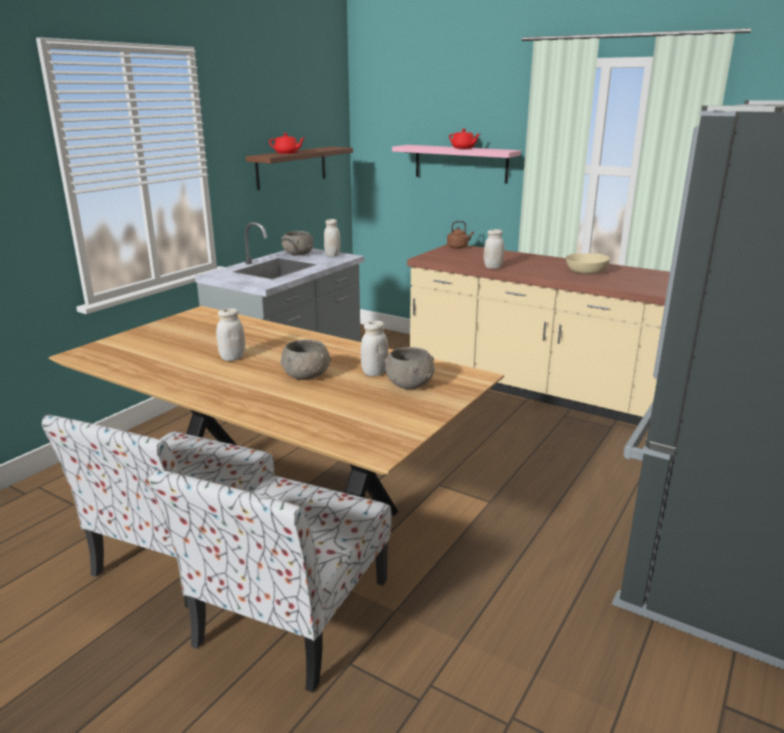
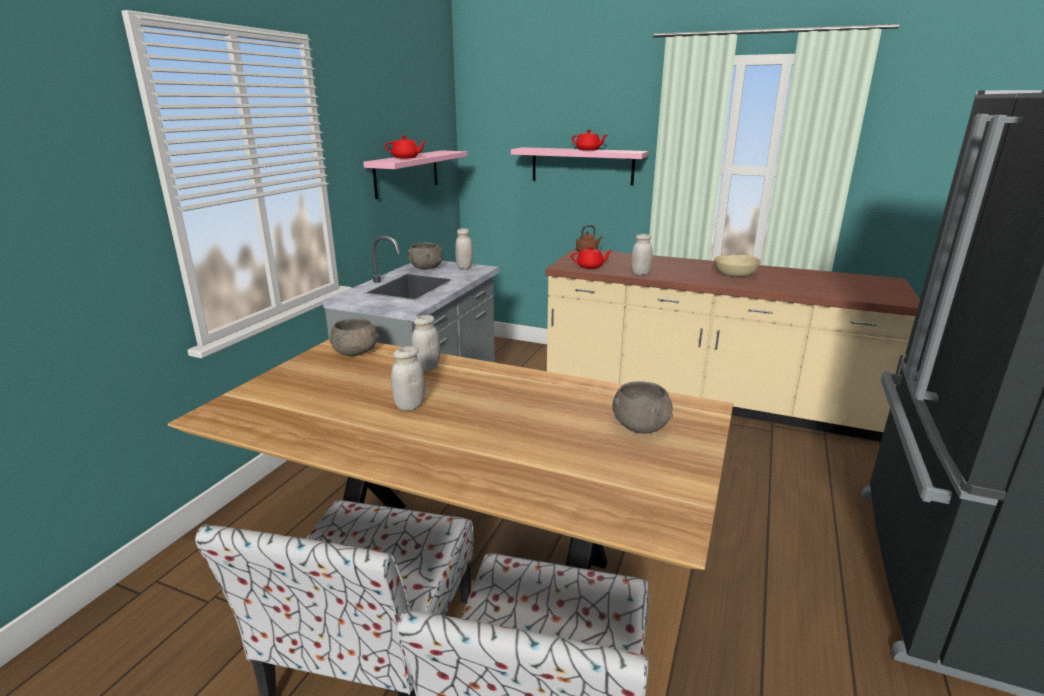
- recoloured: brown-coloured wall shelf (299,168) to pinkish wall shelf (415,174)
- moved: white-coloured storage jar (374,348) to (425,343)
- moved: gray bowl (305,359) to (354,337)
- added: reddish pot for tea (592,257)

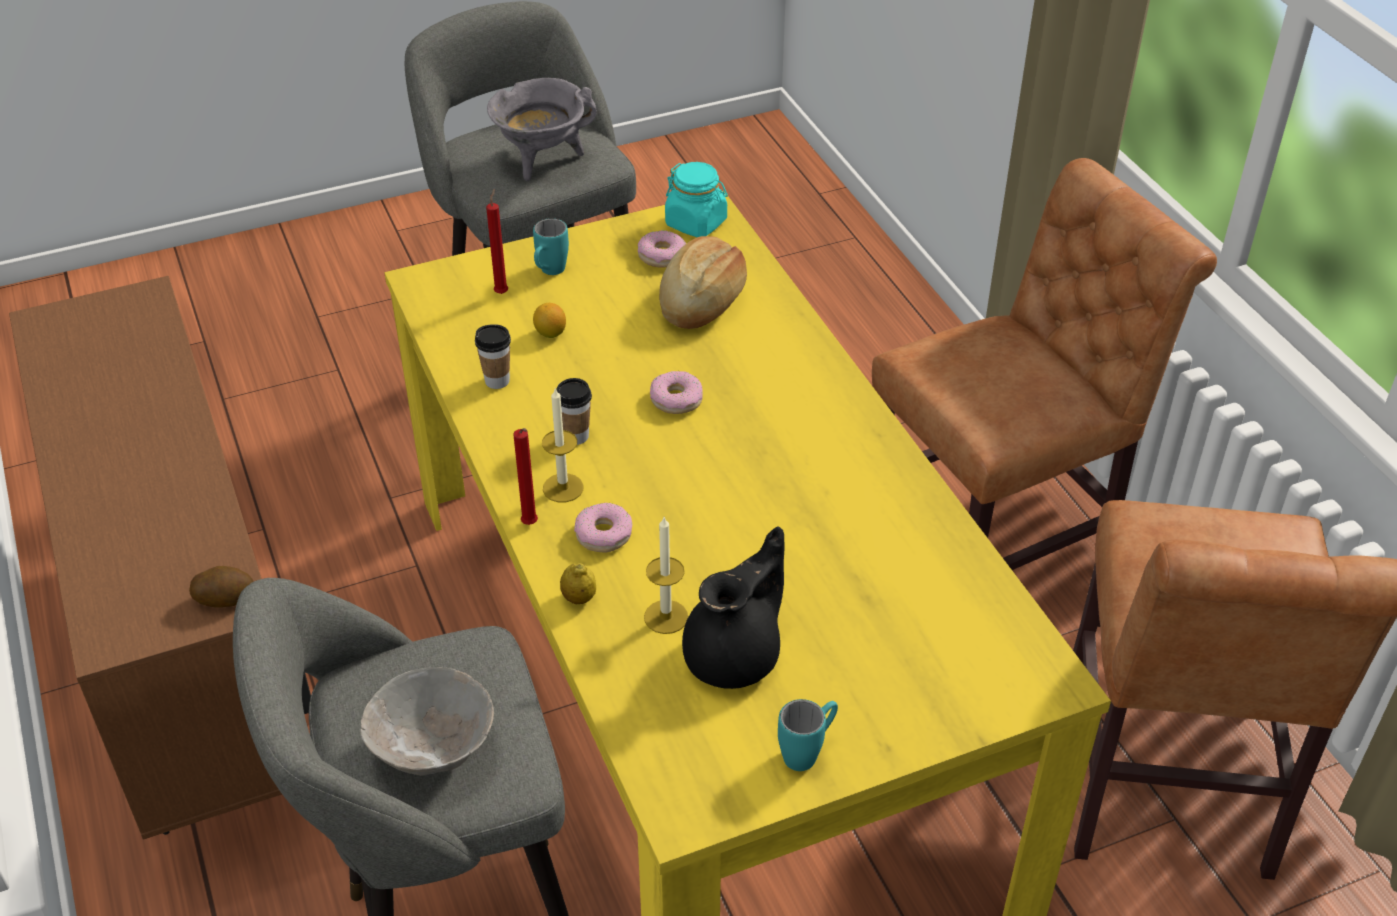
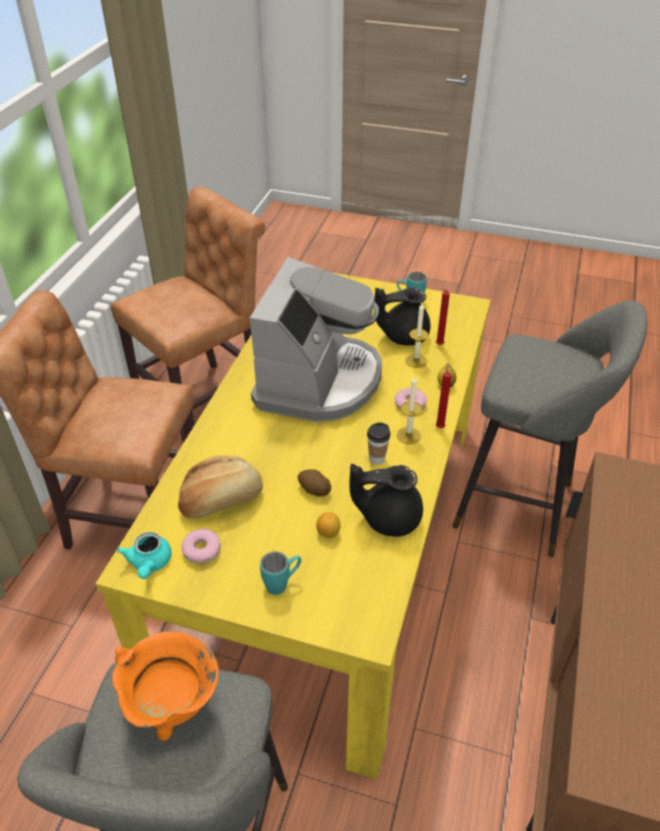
- recoloured: gray stockpot (542,129) to orange-coloured stockpot (165,686)
- replaced: blue-green storage jar (696,199) to blue-green pot for tea (144,555)
- moved: reddish candle (497,241) to (443,317)
- replaced: small cup (493,356) to blackish pot for tea (386,500)
- removed: ring doughnut (676,392)
- moved: potato (221,587) to (314,482)
- removed: gray bowl (427,721)
- added: coffee maker (316,339)

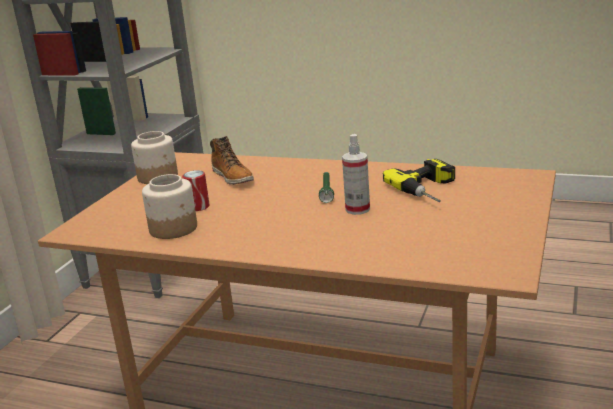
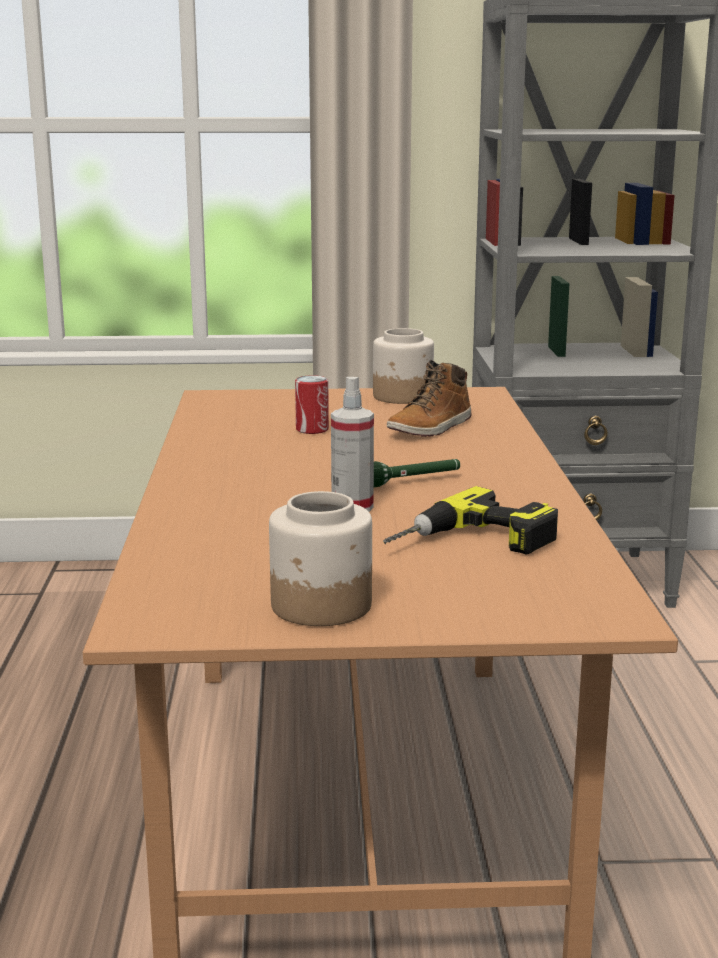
- moved: storage jar (169,206) to (320,558)

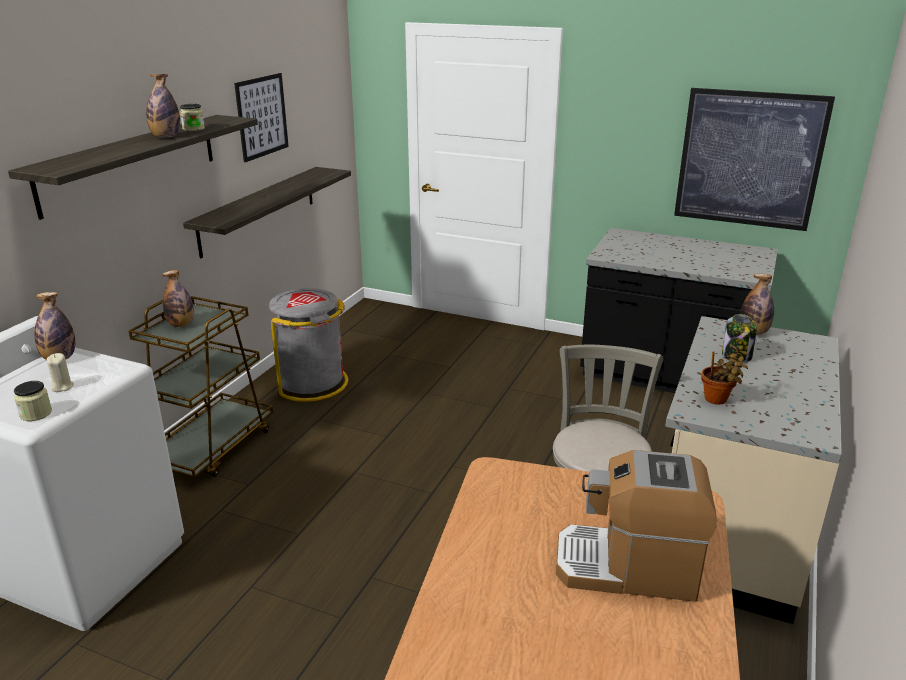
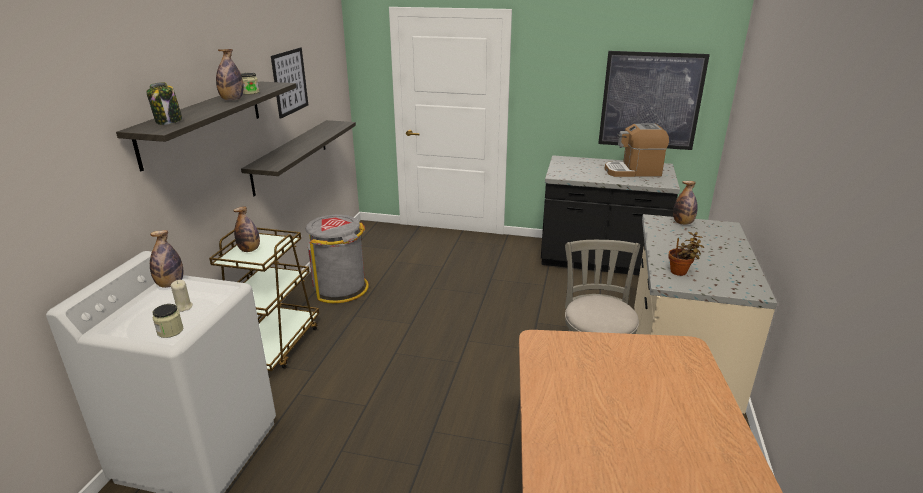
- moved: storage jar (739,338) to (164,103)
- moved: coffee maker (636,526) to (637,150)

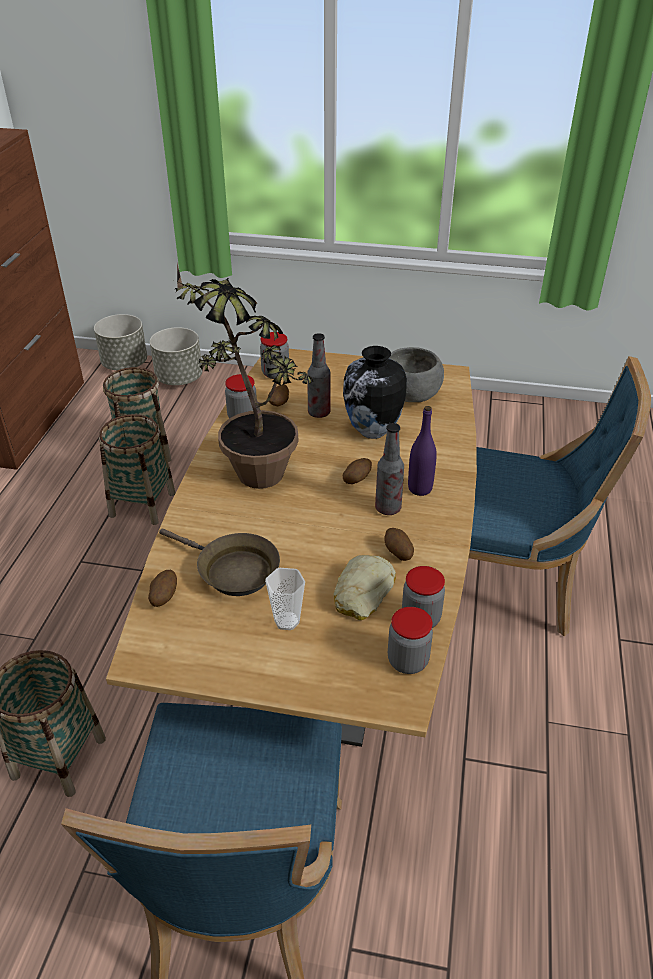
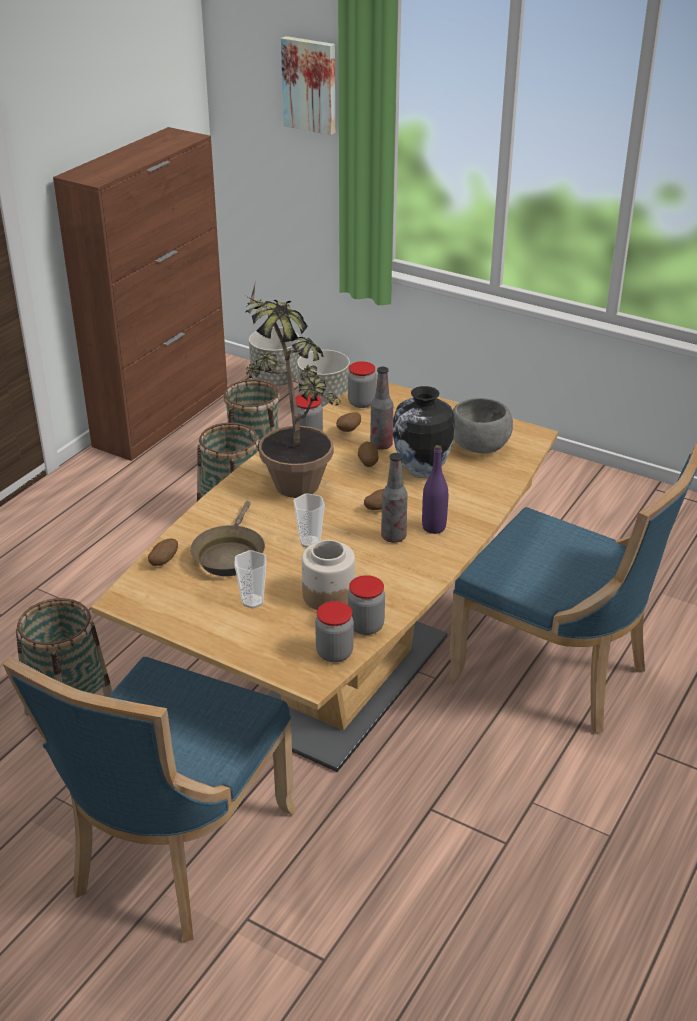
- moved: potato (399,544) to (368,454)
- turned: brown-coloured skillet (219,562) = (227,538) 45 degrees clockwise
- replaced: bread (364,587) to storage jar (328,575)
- added: wall art (308,85)
- added: small cup (309,520)

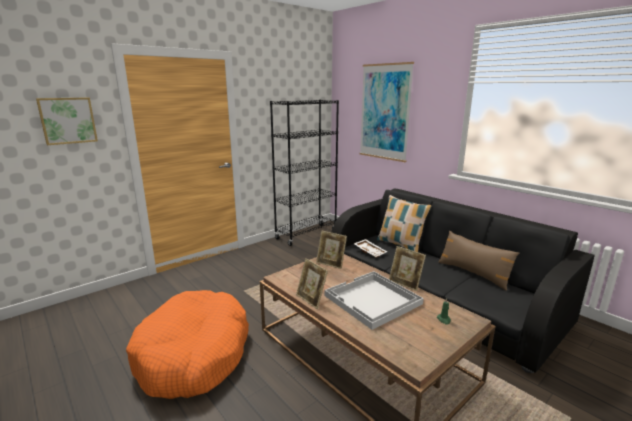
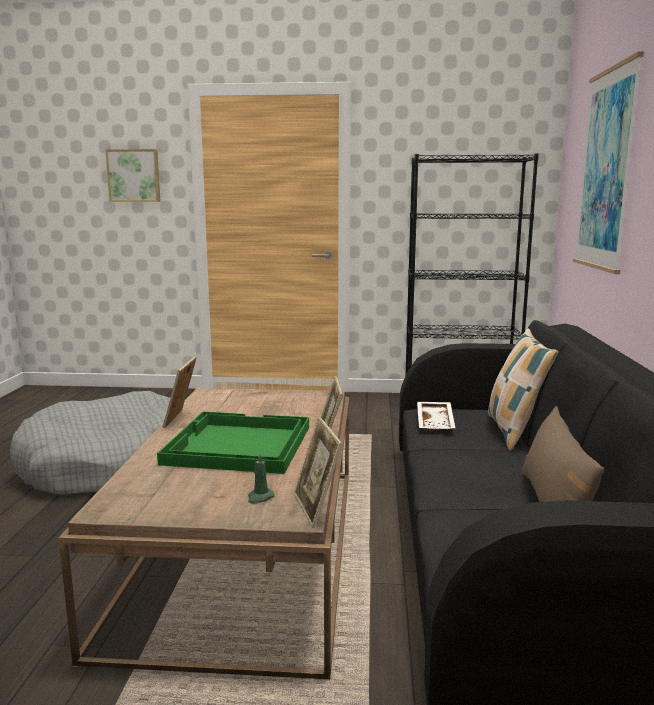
- moved: photo frame (331,249) to (318,472)
- recoloured: white-coloured tray (374,300) to green tray (233,442)
- recoloured: orange-coloured pet bed (187,344) to gray pet bed (90,443)

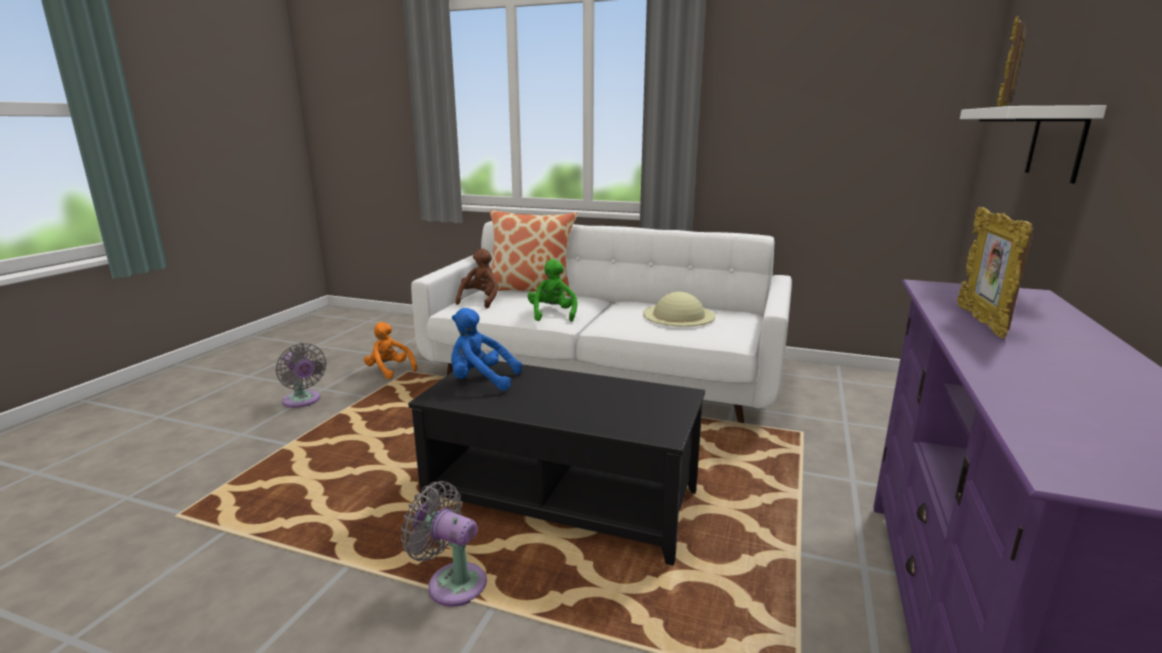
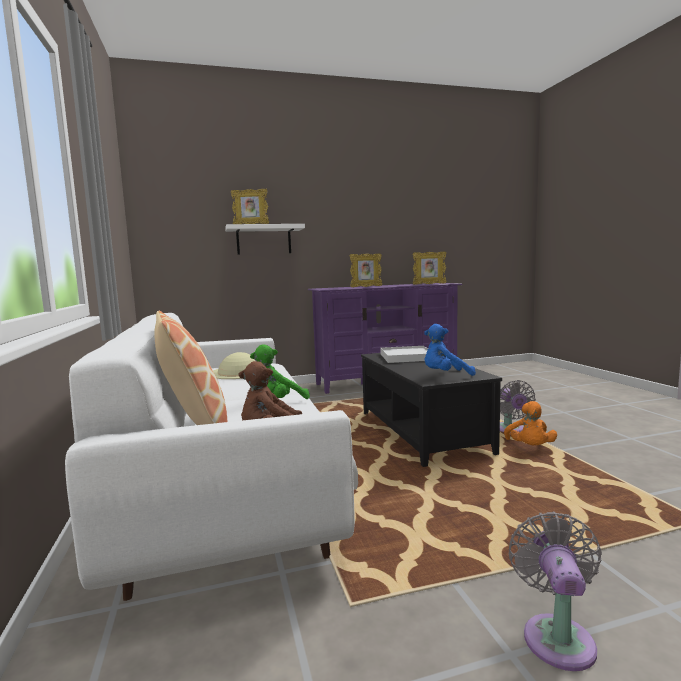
- turned: blue soft toy (486,349) = (450,350) 105 degrees clockwise
- moved: orange-coloured soft toy (390,350) to (530,423)
- added: photo frame (430,268)
- added: white-coloured tray (404,354)

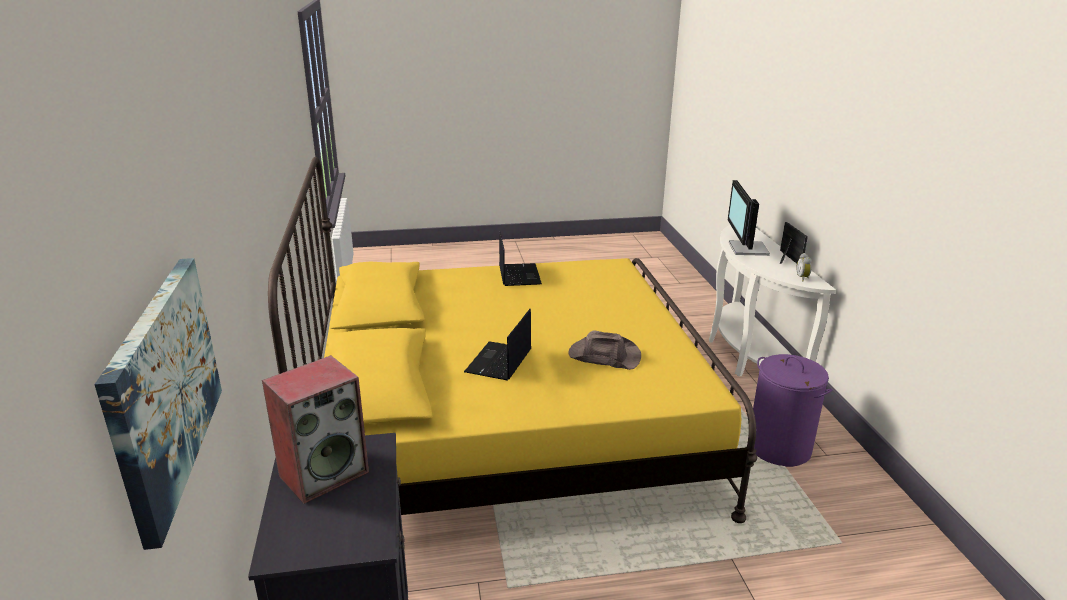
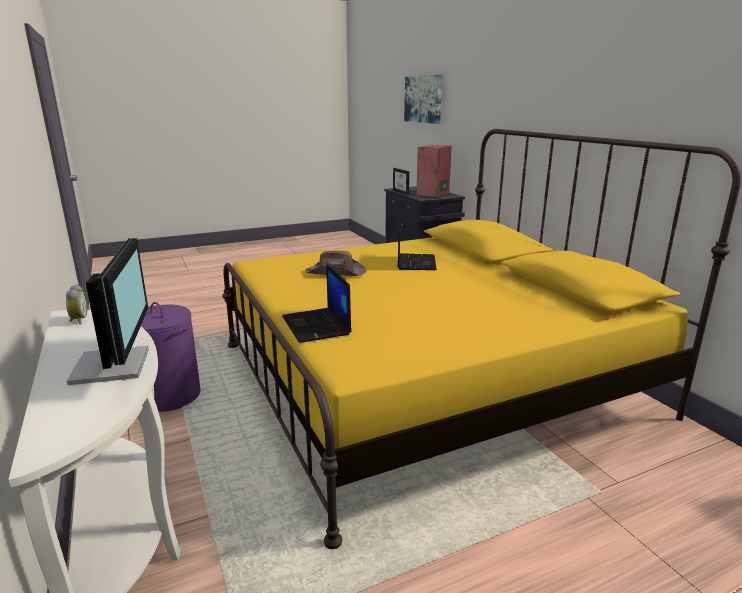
- moved: photo frame (794,243) to (401,181)
- moved: portable computer (520,259) to (316,303)

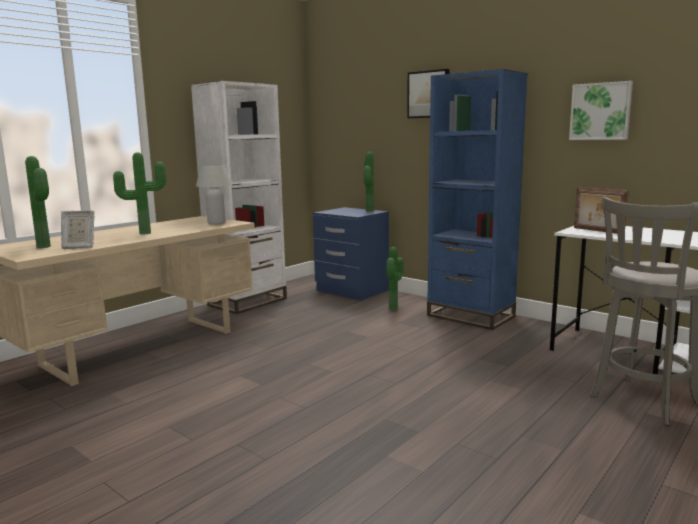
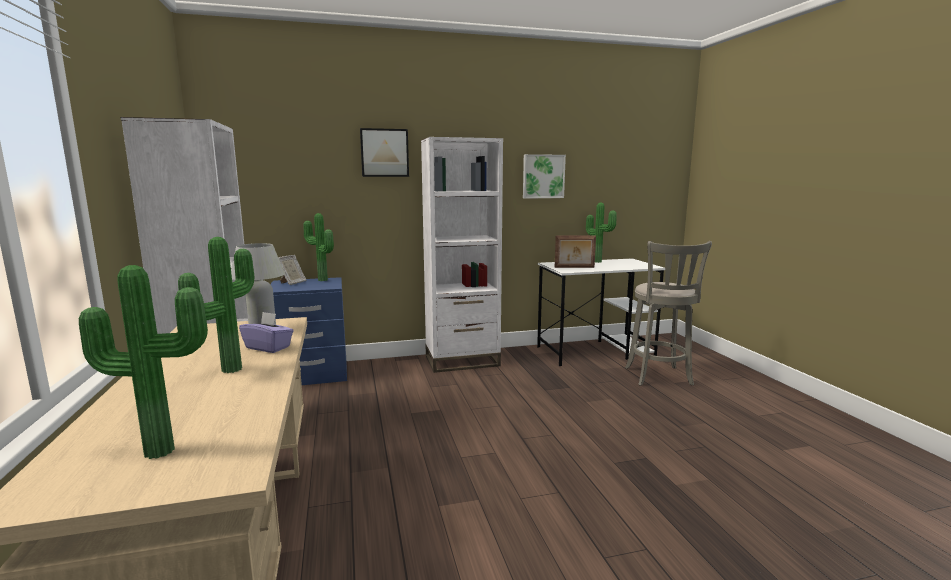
- recoloured: blue bookcase (477,199) to white-coloured bookcase (462,255)
- moved: photo frame (78,229) to (292,270)
- moved: potted plant (395,279) to (601,233)
- added: purple tissue holder (266,332)

